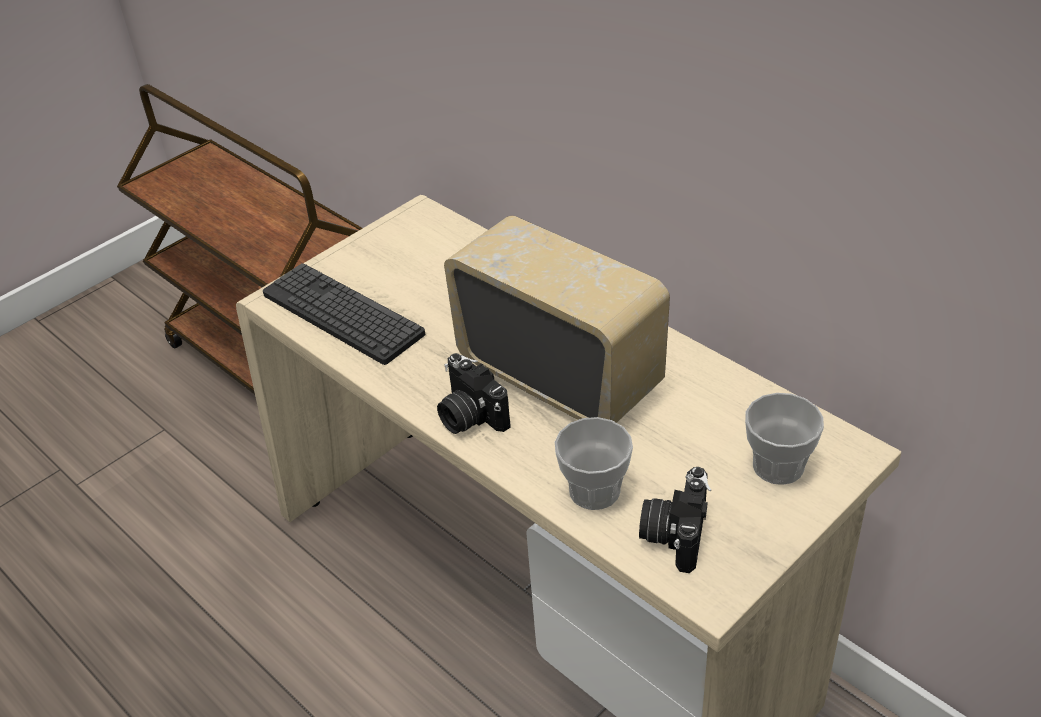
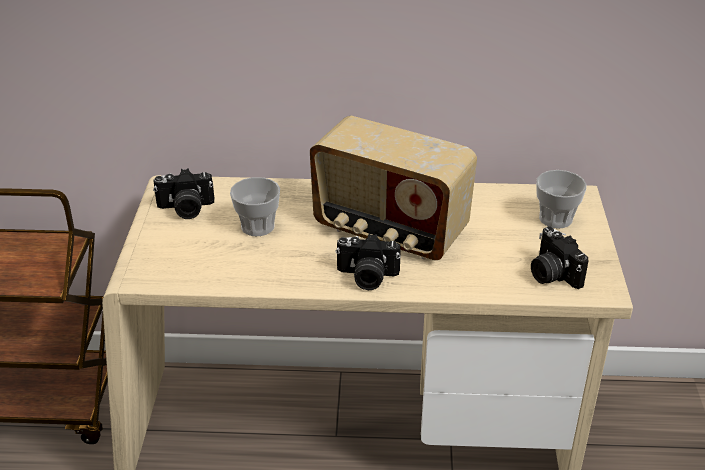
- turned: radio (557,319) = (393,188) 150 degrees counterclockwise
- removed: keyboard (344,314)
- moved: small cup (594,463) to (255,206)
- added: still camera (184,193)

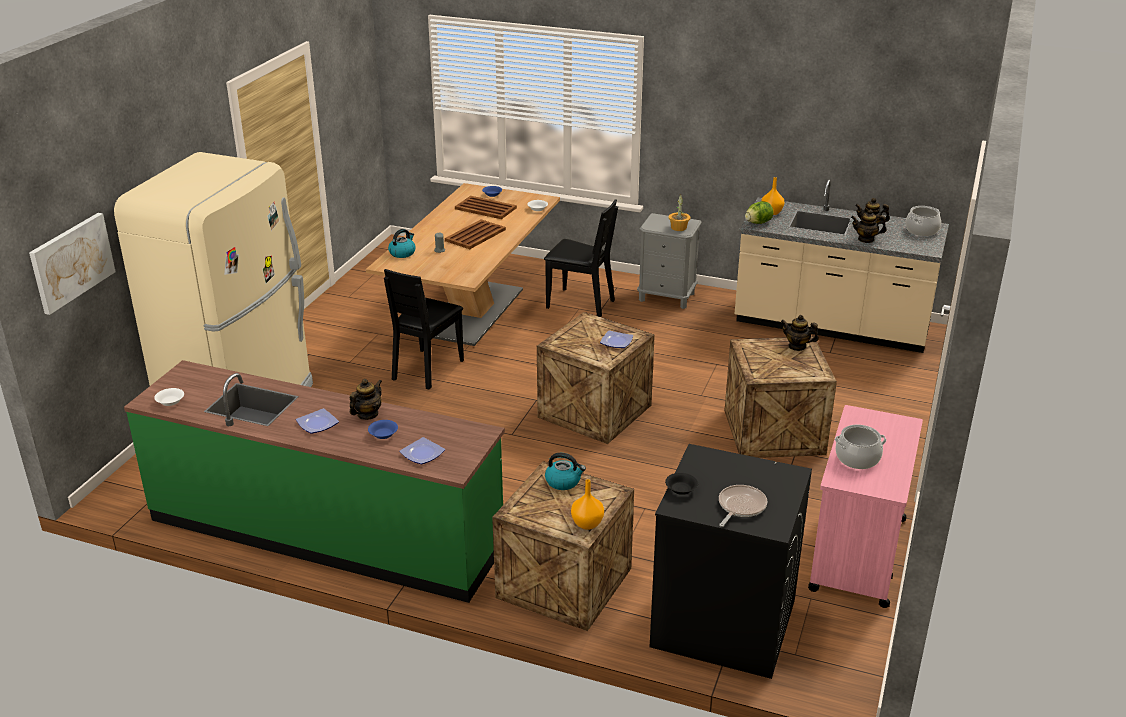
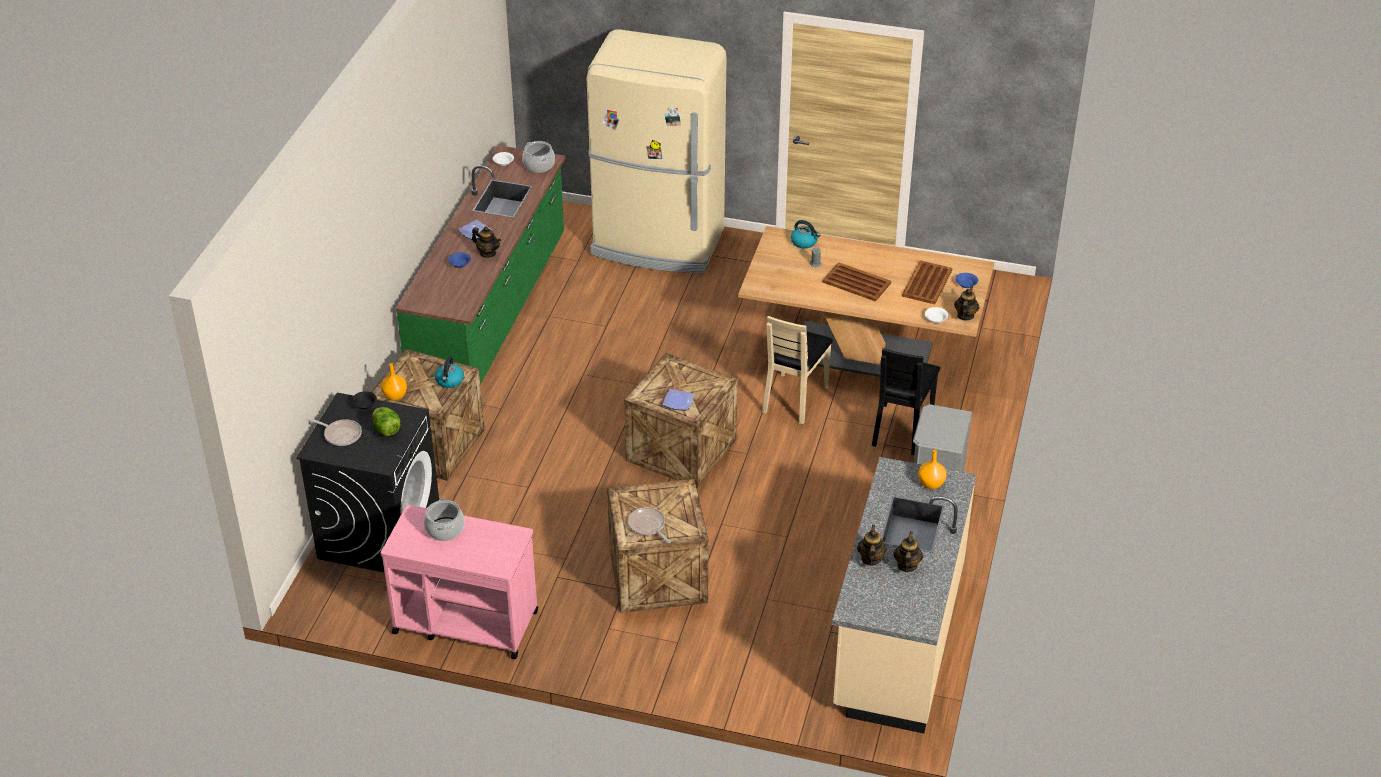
- removed: potted plant (679,213)
- moved: head of lettuce (759,212) to (386,421)
- moved: stockpot (923,221) to (538,157)
- removed: wall art (72,264)
- removed: blackish upright chair (424,329)
- moved: pot for tea (800,333) to (966,303)
- removed: dinner plate (422,450)
- added: beige-coloured upright chair (797,370)
- added: skillet (649,525)

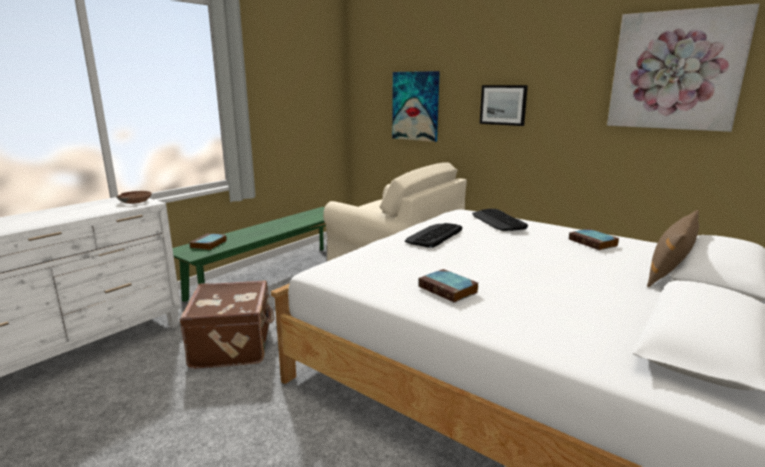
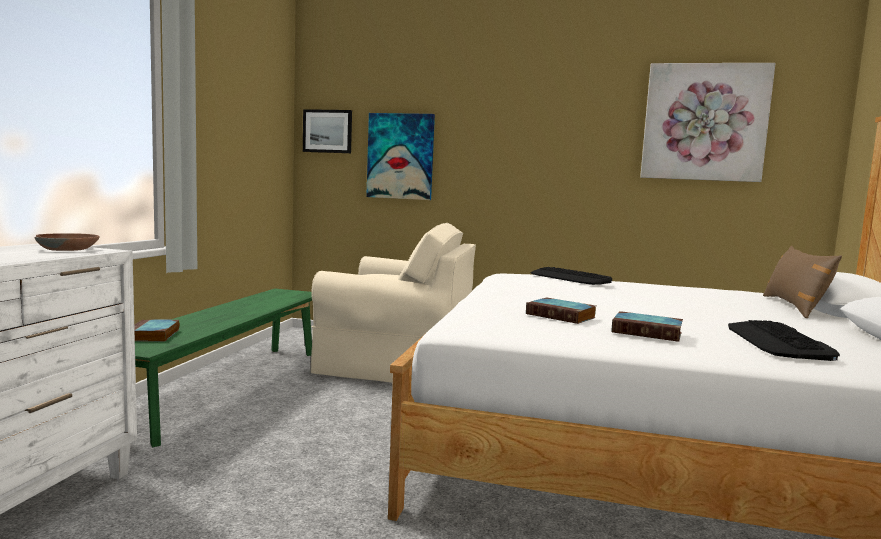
- moved: wall art (504,105) to (327,131)
- moved: keyboard (434,235) to (784,340)
- moved: bound book (594,239) to (561,310)
- removed: brown-coloured piece of luggage (227,325)

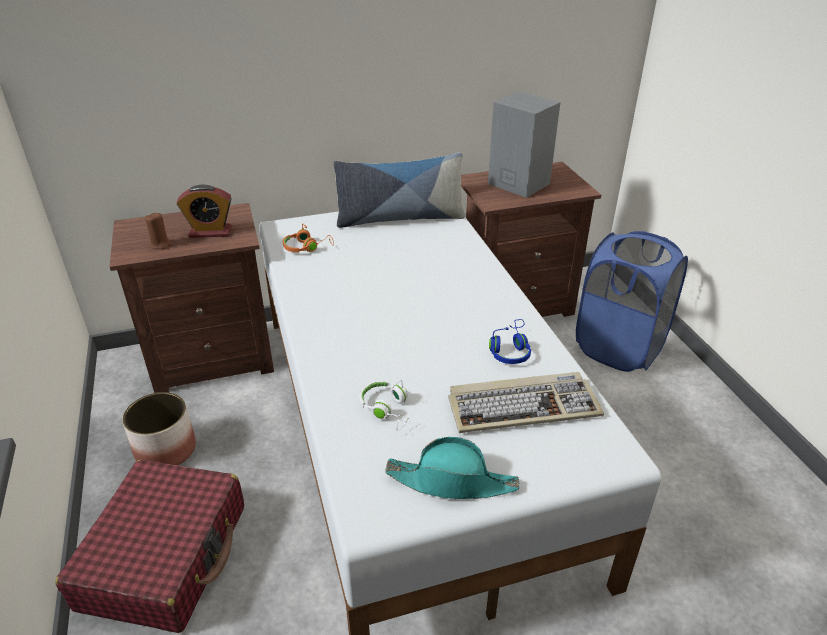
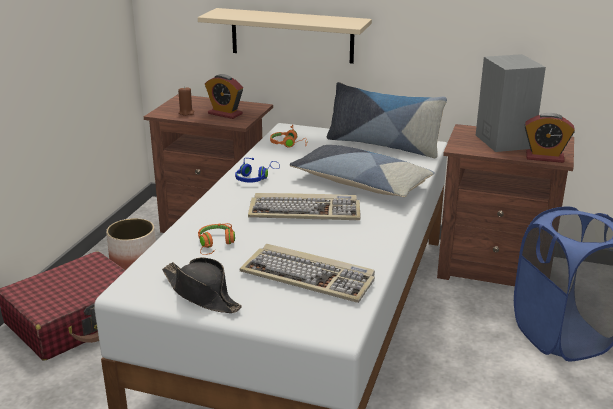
- moved: blue pair of headphones (510,341) to (257,170)
- recoloured: white-coloured pair of headphones (384,405) to orange-coloured pair of headphones (216,239)
- recoloured: blue-green hat (452,468) to blackish hat (202,285)
- added: beige-coloured wall shelf (285,36)
- added: bedside clock (550,138)
- added: pillow (362,171)
- added: keyboard (304,206)

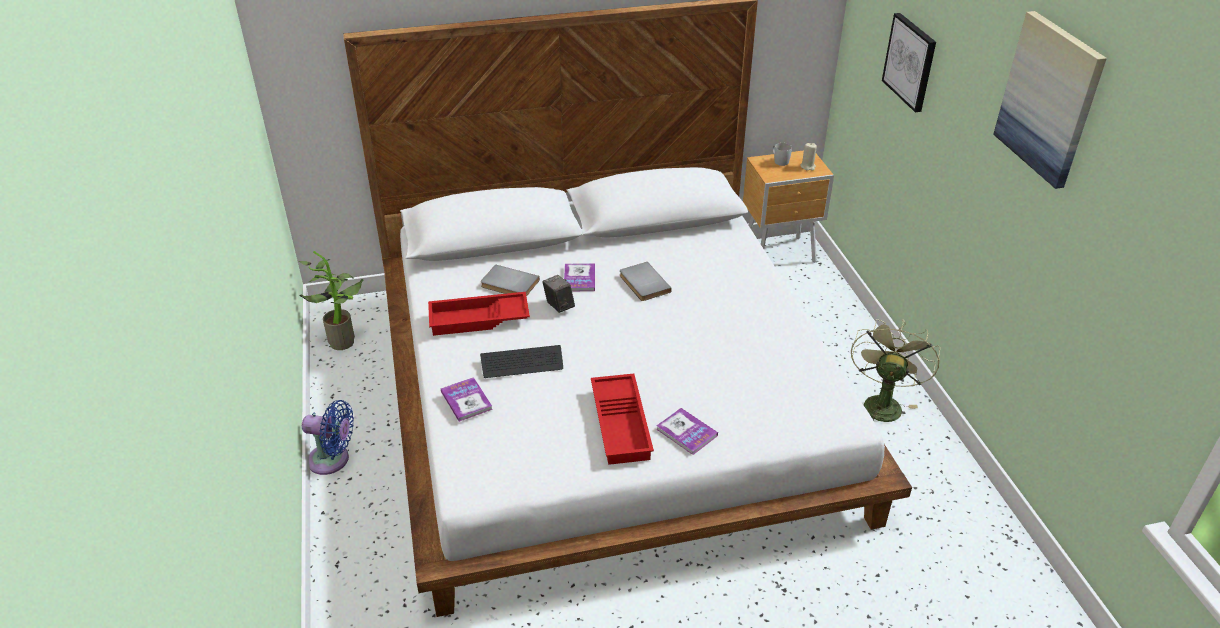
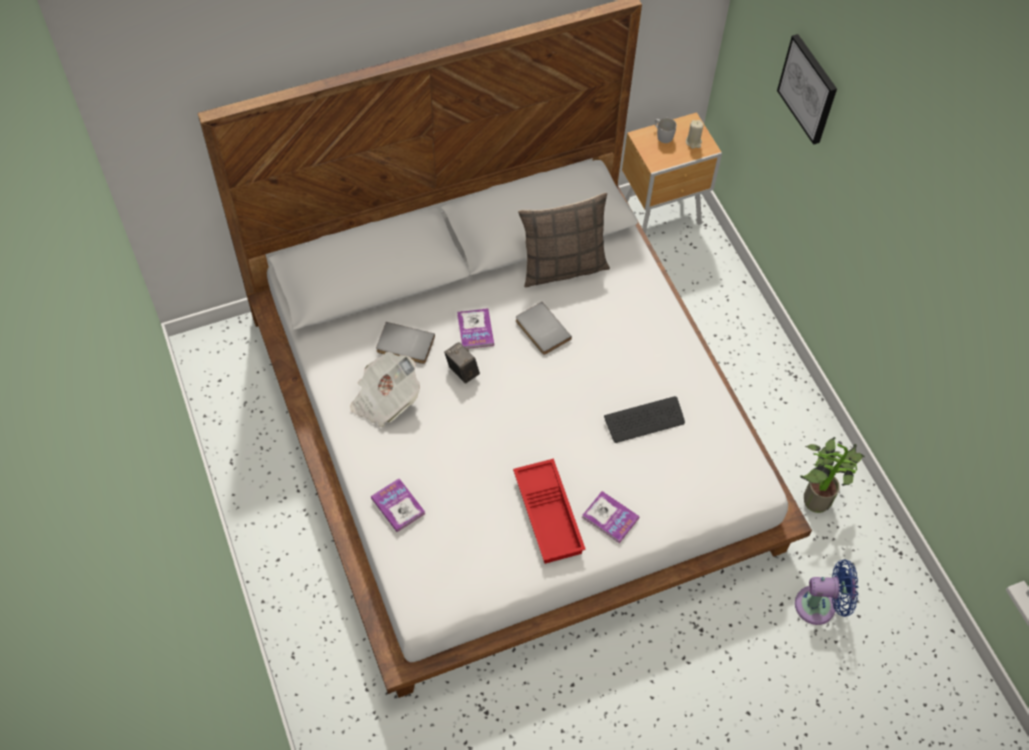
- removed: wall art (1050,100)
- moved: potted plant (330,300) to (832,475)
- replaced: reddish tray (479,314) to printed paper (385,389)
- removed: green electric fan (895,370)
- moved: keyboard (521,361) to (644,419)
- moved: blue electric fan (328,437) to (826,592)
- added: pillow (564,240)

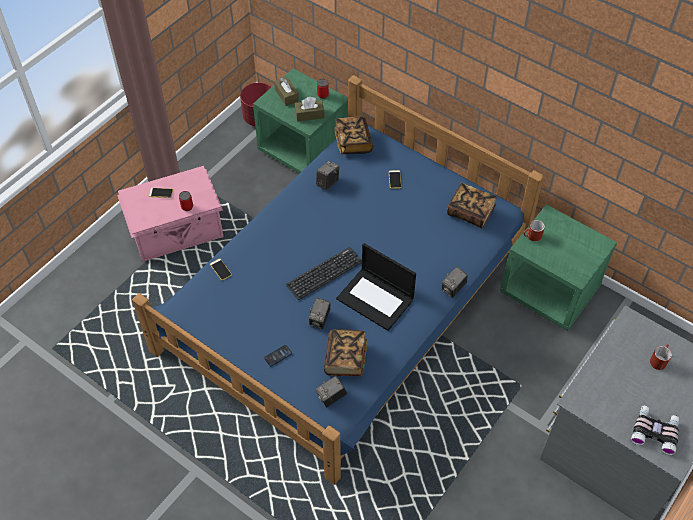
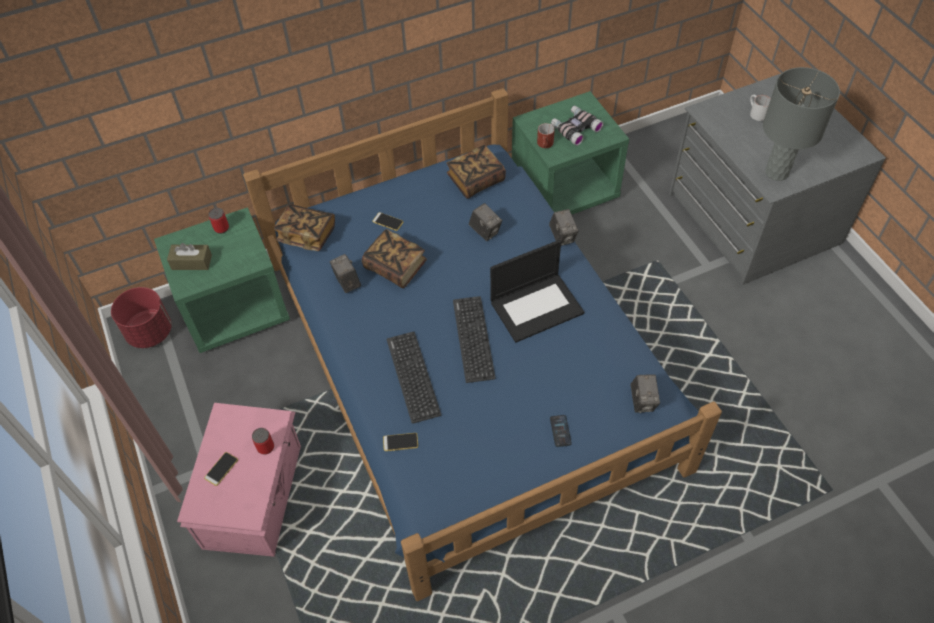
- removed: brown-coloured tissue holder (309,109)
- moved: still camera (320,313) to (485,222)
- moved: bound book (345,352) to (394,258)
- recoloured: reddish tea mug (661,357) to white-coloured tea mug (760,108)
- moved: field glasses (655,430) to (577,126)
- added: gray table lamp (801,124)
- added: keyboard (414,378)

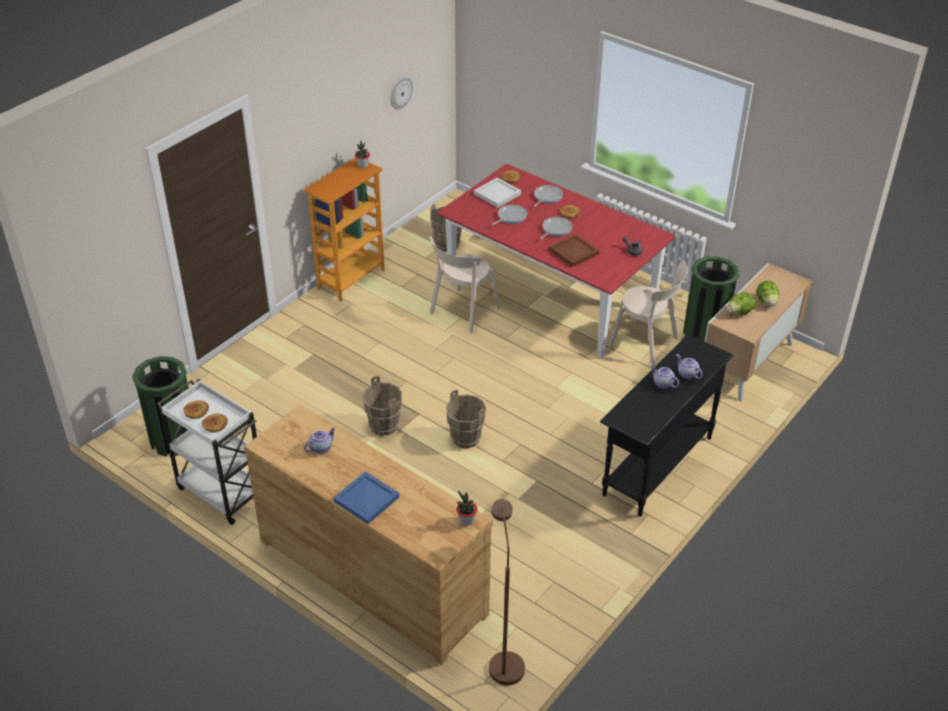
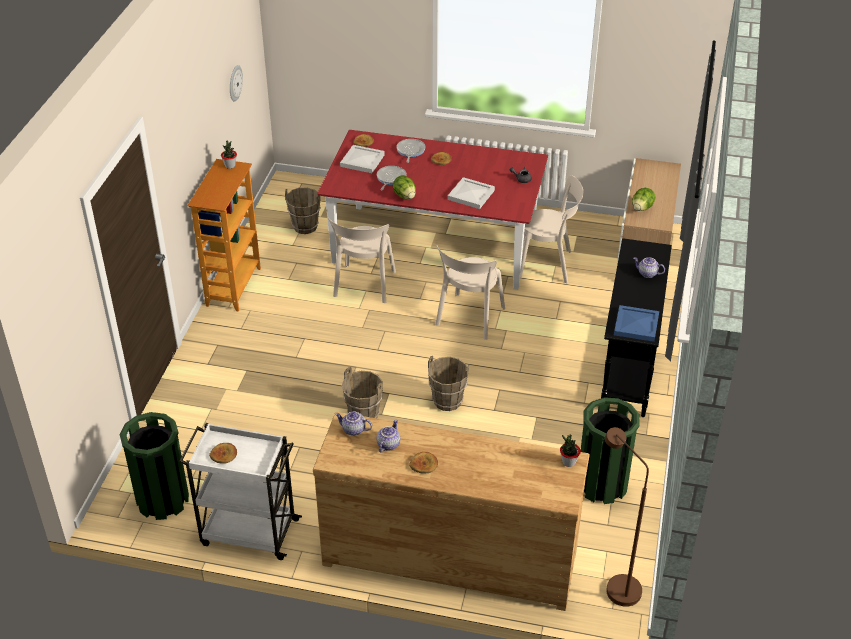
- removed: skillet (556,228)
- recoloured: brown-coloured tray (574,250) to white-coloured tray (471,193)
- moved: green waste bin (711,298) to (610,450)
- moved: head of lettuce (767,293) to (404,187)
- moved: pot for tea (665,376) to (353,424)
- moved: bread (215,423) to (423,463)
- moved: blue tray (366,497) to (636,323)
- added: beige-coloured upright chair (470,292)

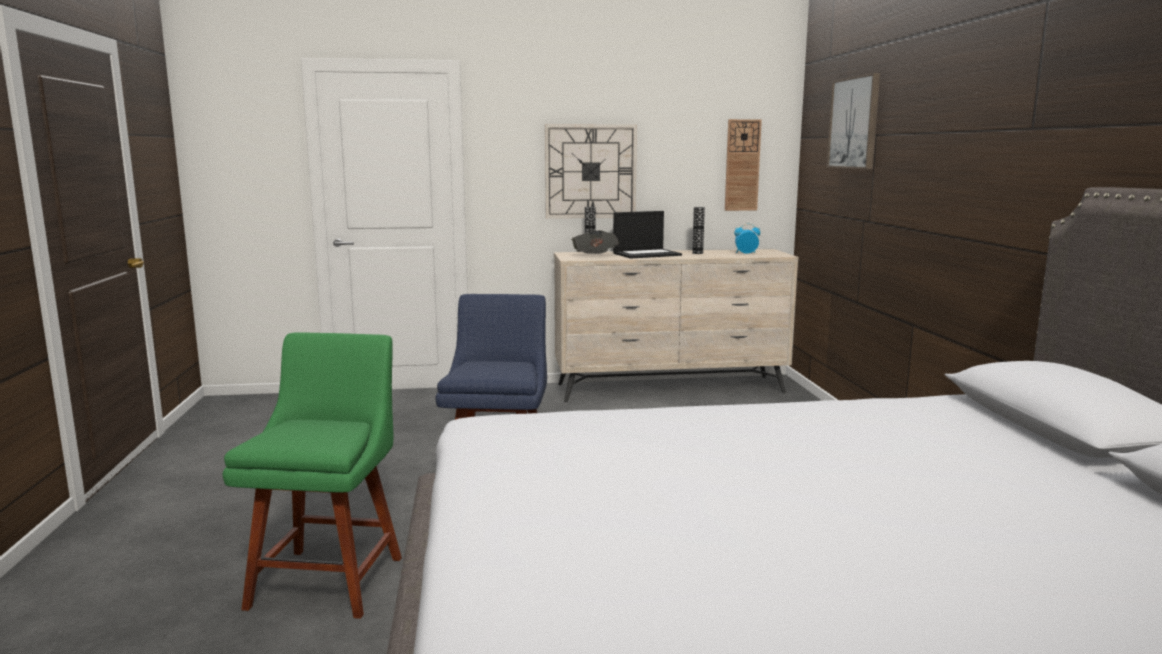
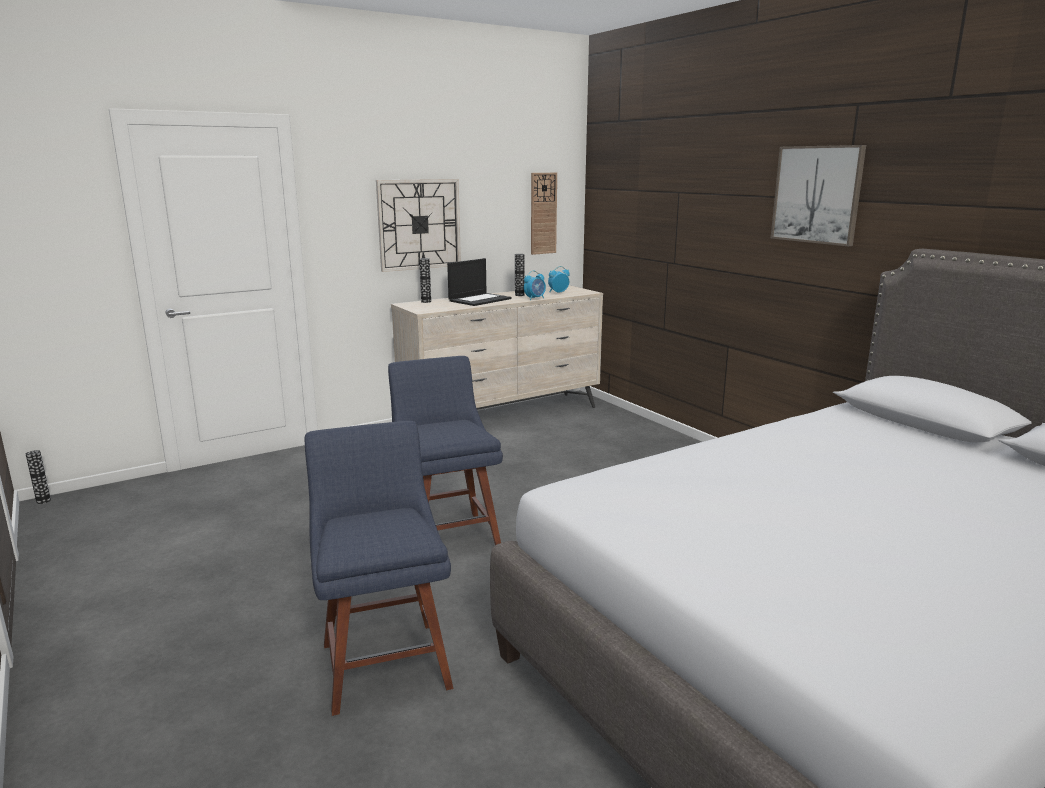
- moved: wall art (853,121) to (818,195)
- removed: printed paper (595,242)
- recoloured: green upright chair (312,475) to blue upright chair (379,568)
- added: bedside clock (535,285)
- added: decorative vase (38,477)

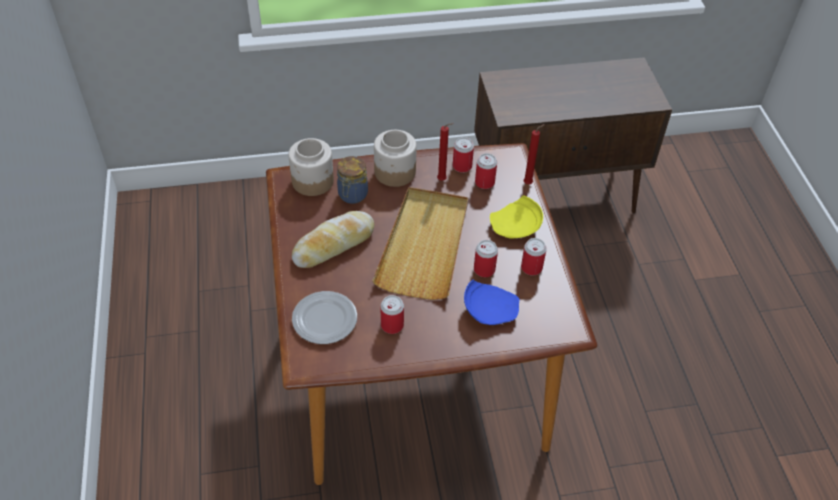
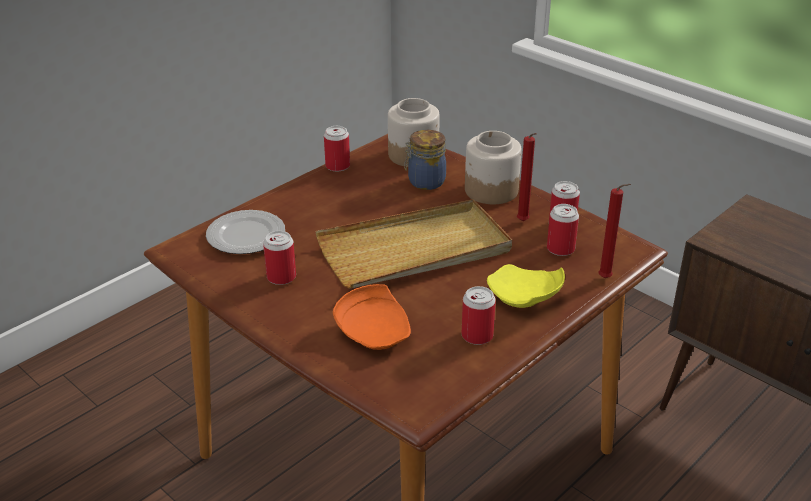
- removed: bread (333,239)
- moved: can (486,258) to (337,149)
- recoloured: blue dinner plate (491,302) to orange-coloured dinner plate (372,317)

